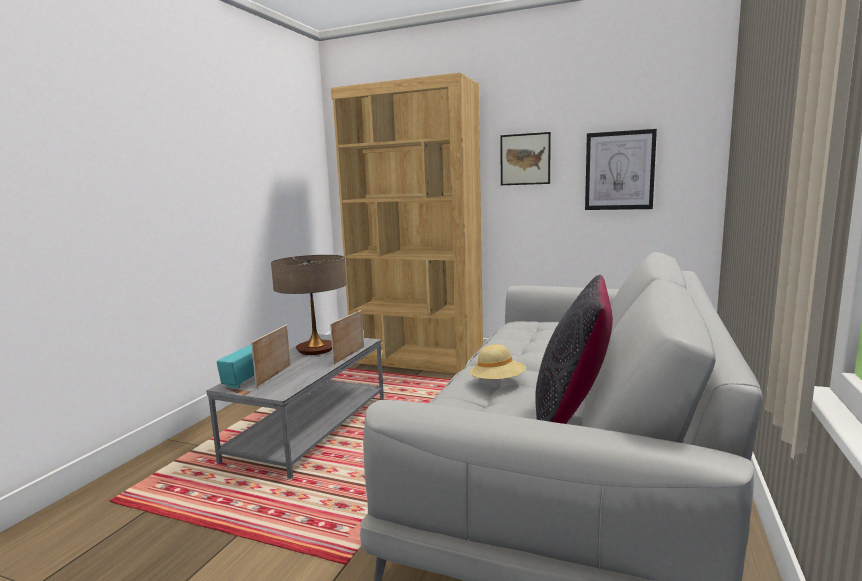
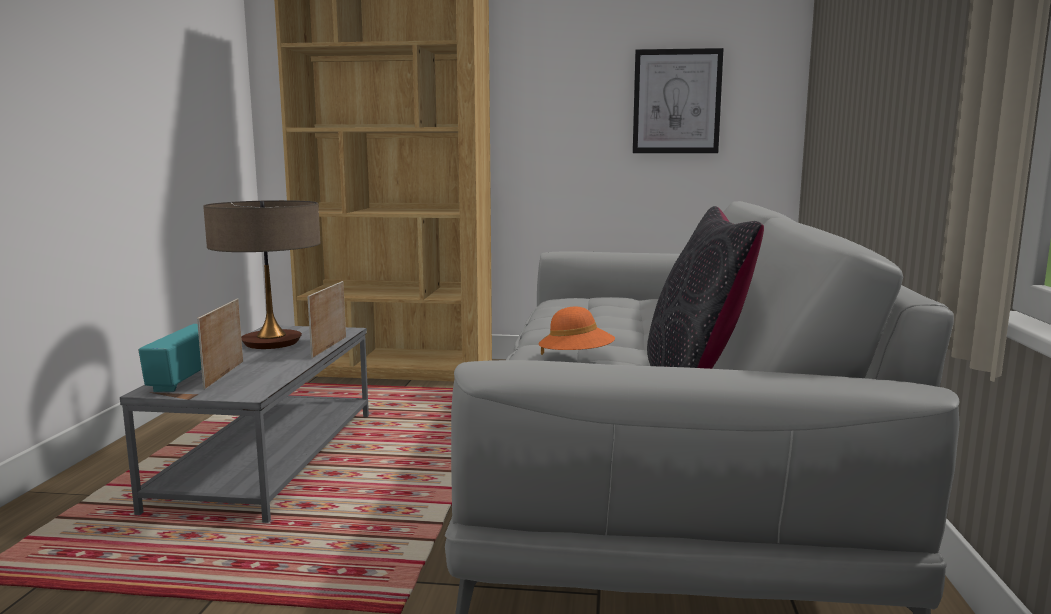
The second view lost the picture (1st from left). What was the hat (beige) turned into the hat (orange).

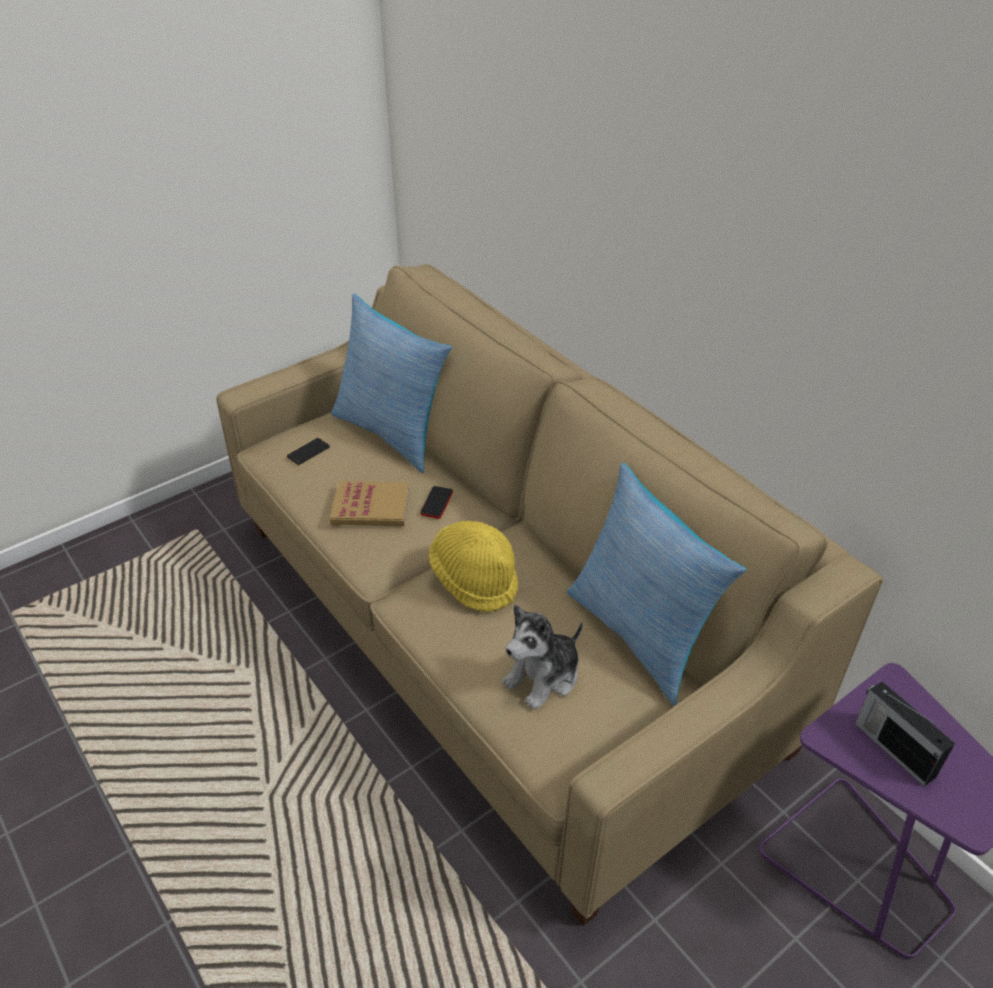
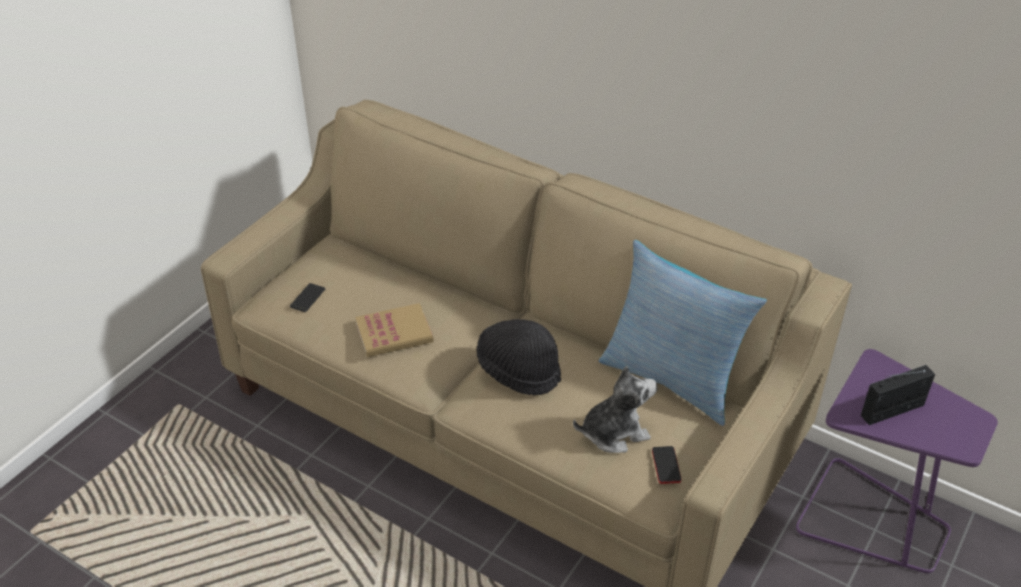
The second view lost the pillow (1st from left). The phone (2nd from left) ended up elsewhere. What was the hat (yellow) turned into the hat (black). The plush toy ended up facing another way, 135 degrees counterclockwise from before. The radio ended up facing another way, 120 degrees clockwise from before.

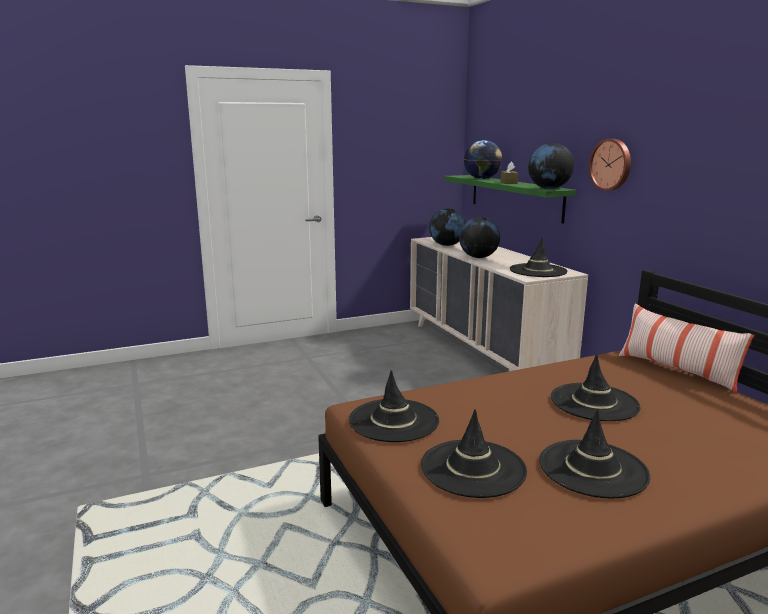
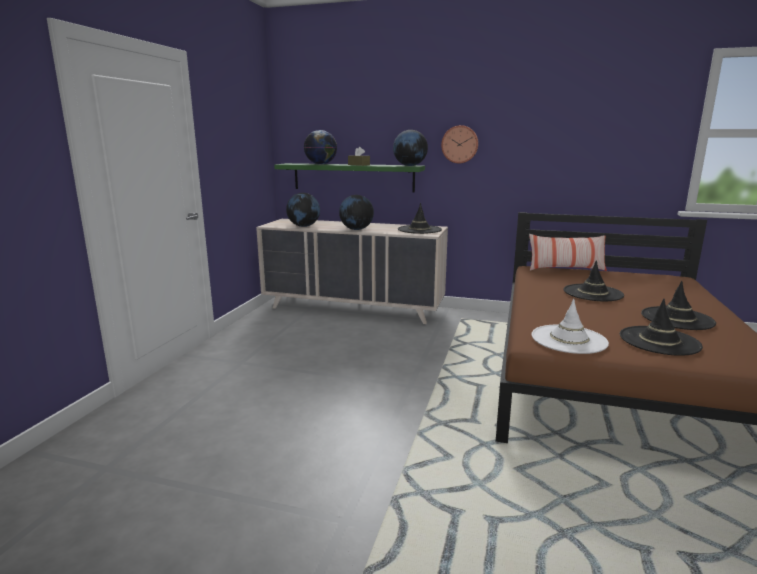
What was the hat (black) (1st from left) turned into the hat (white).

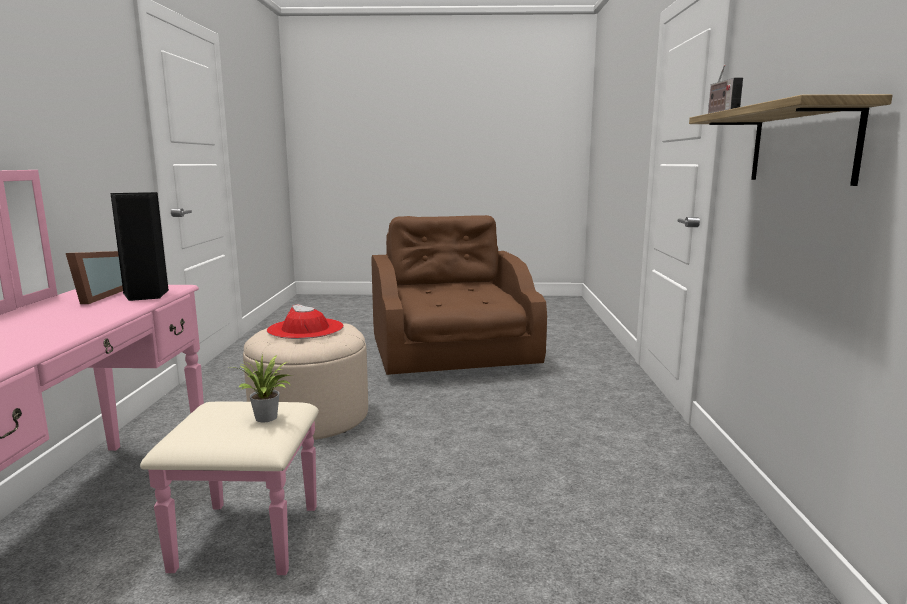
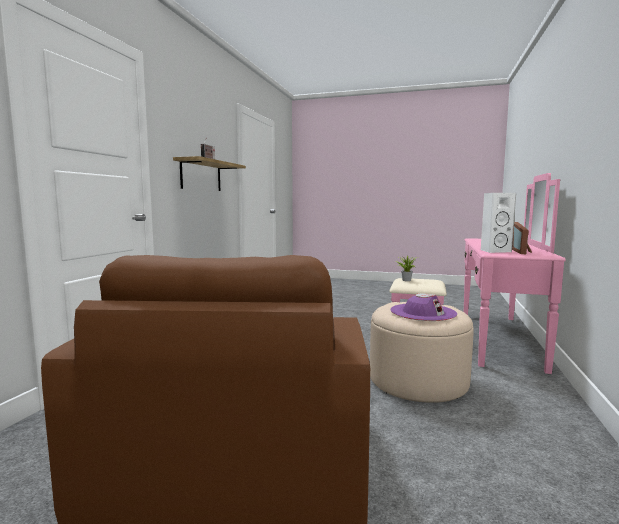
What was the speaker (black) turned into the speaker (white). What was the hat (red) turned into the hat (purple).

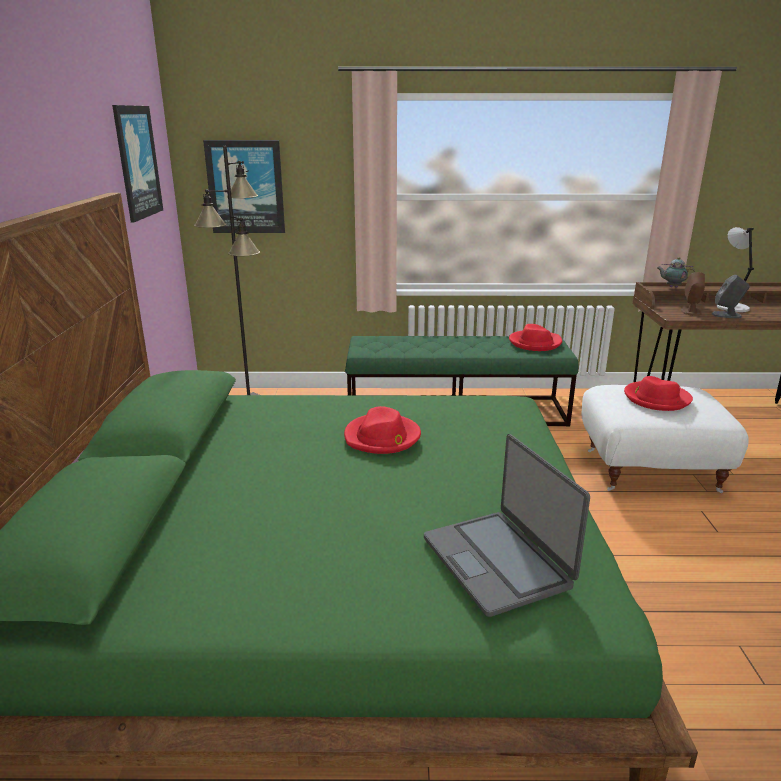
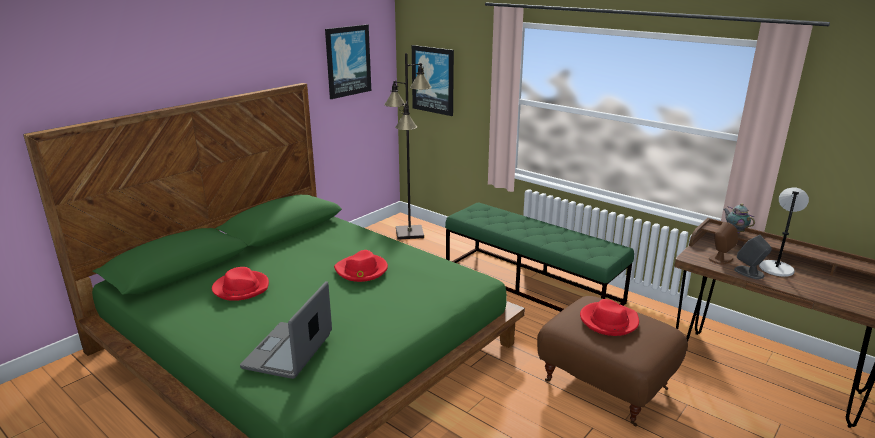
The hat (red) (2nd from left in the first image) ended up elsewhere. What was the ottoman (white) turned into the ottoman (brown).

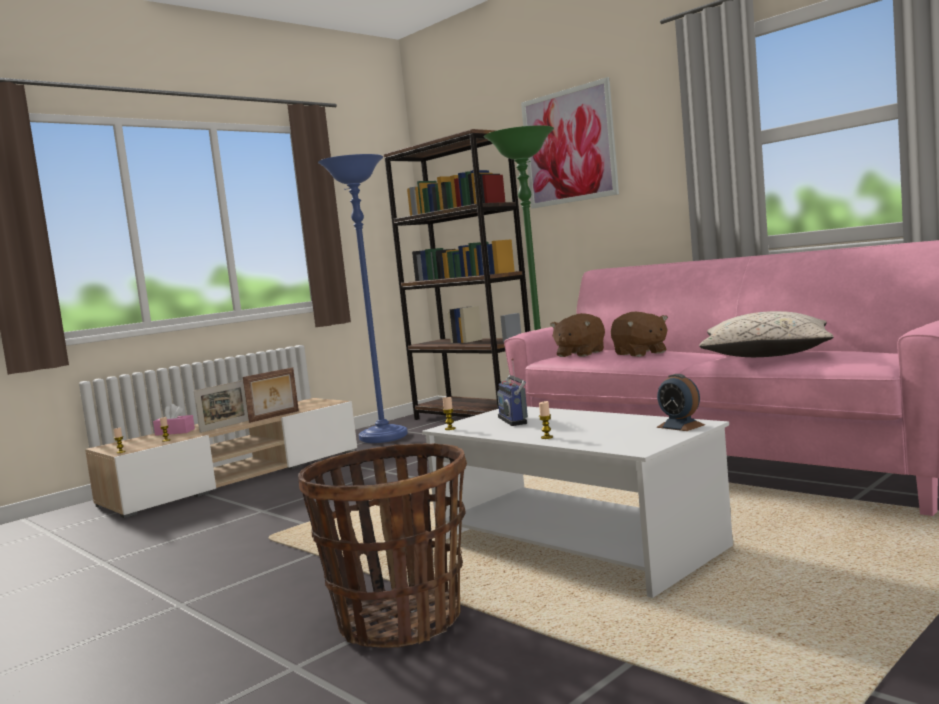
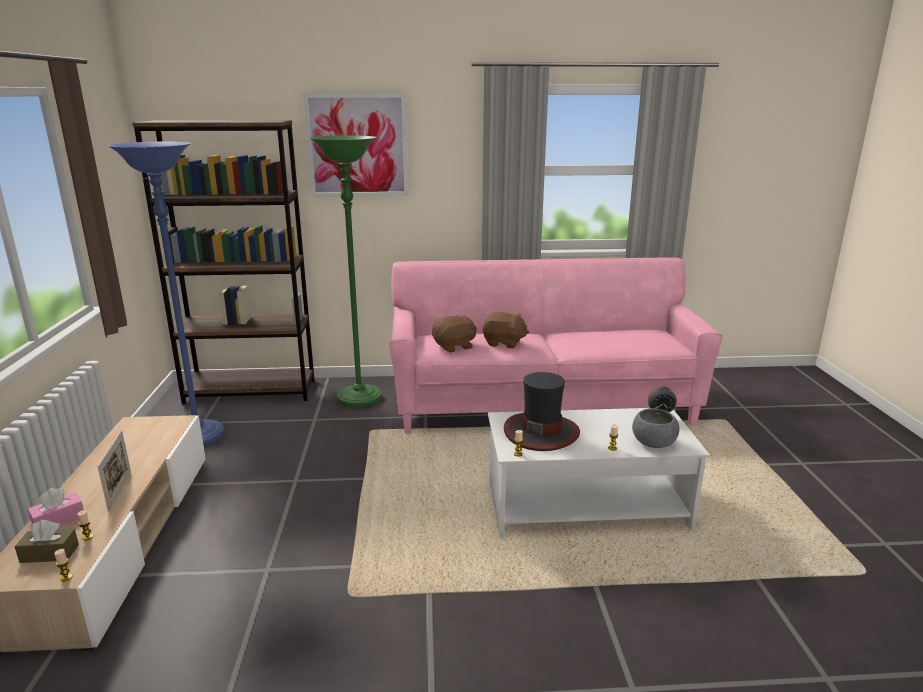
The second view lost the picture frame (2nd from left). The second view lost the basket. The second view lost the pillow (beige). The second view gained the tissue box (brown). The second view gained the bowl (grey). Where the radio stood, the hat came to stand. The plush toy (brown) (1st from left) ended up facing another way, 105 degrees counterclockwise from before.

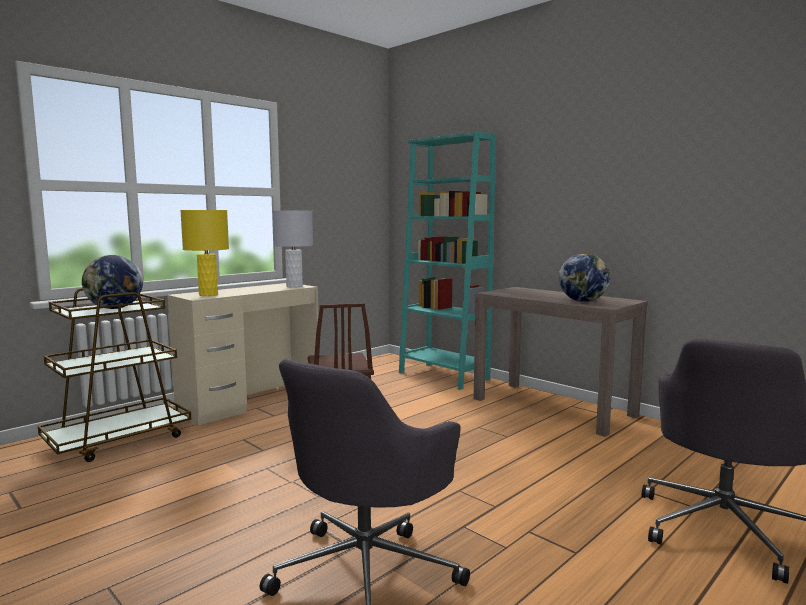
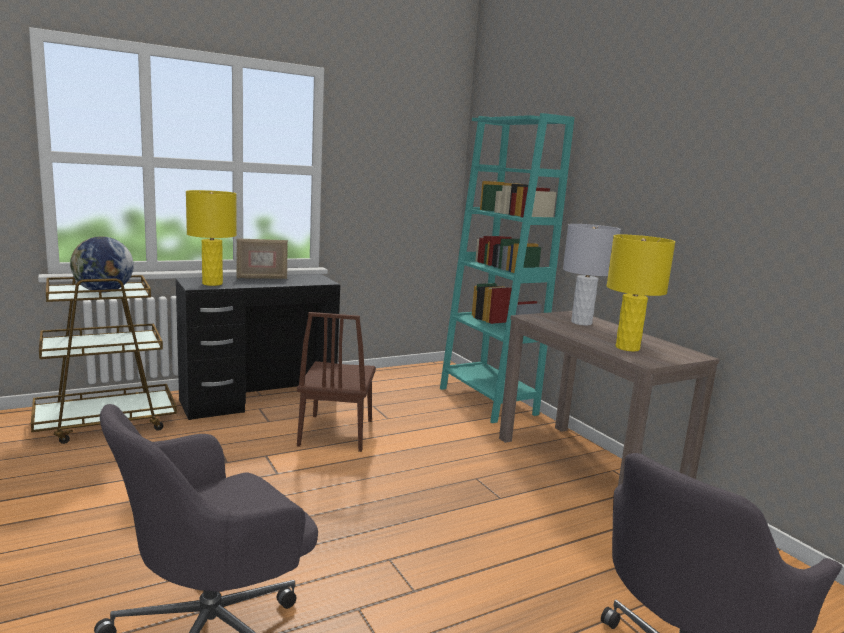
The second view gained the picture frame. The table lamp (grey) ended up elsewhere. Where the globe (2nd from left) stood, the table lamp (yellow) (2nd from left) came to stand. What was the desk (beige) turned into the desk (black).

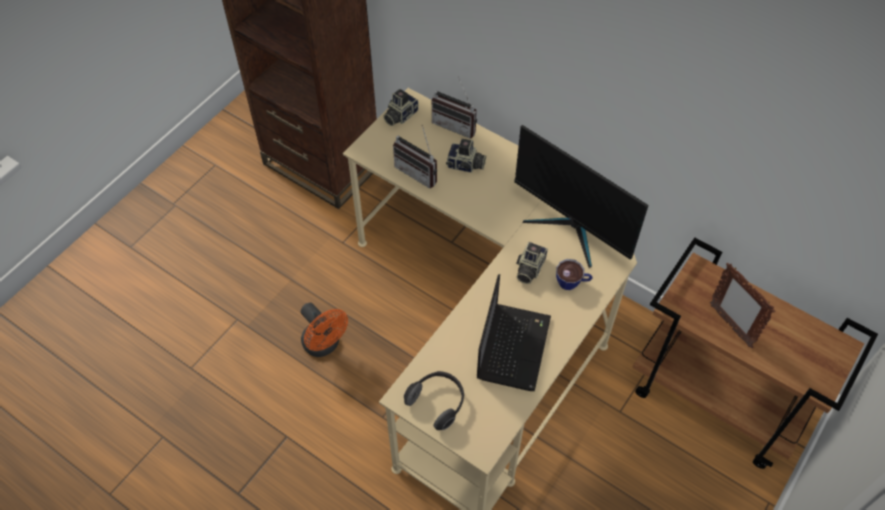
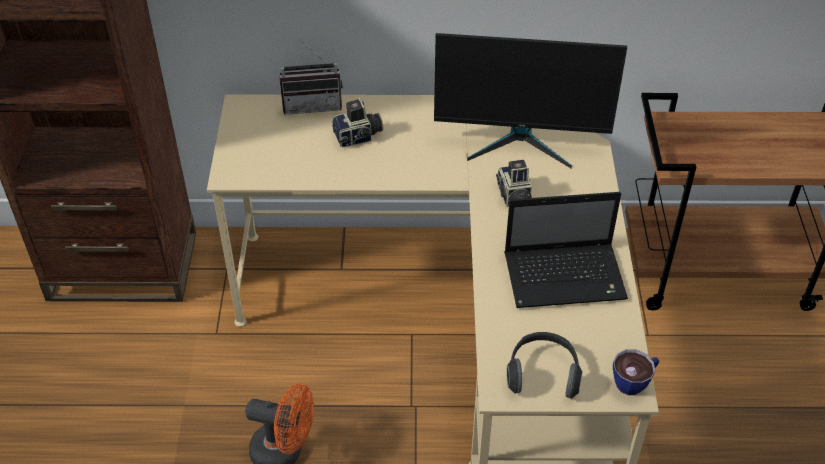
The second view lost the photo camera (1st from left). The second view lost the radio (1st from left). The second view lost the picture frame. The cup ended up elsewhere. The laptop ended up facing another way, 105 degrees clockwise from before.

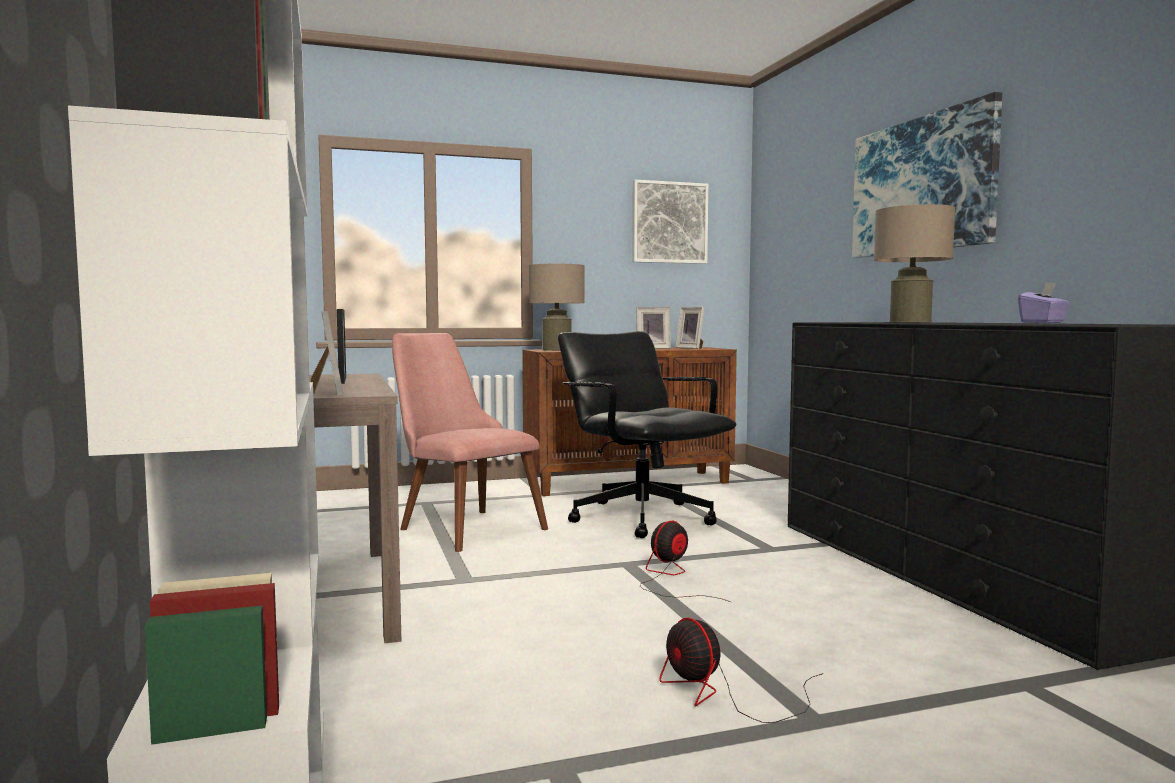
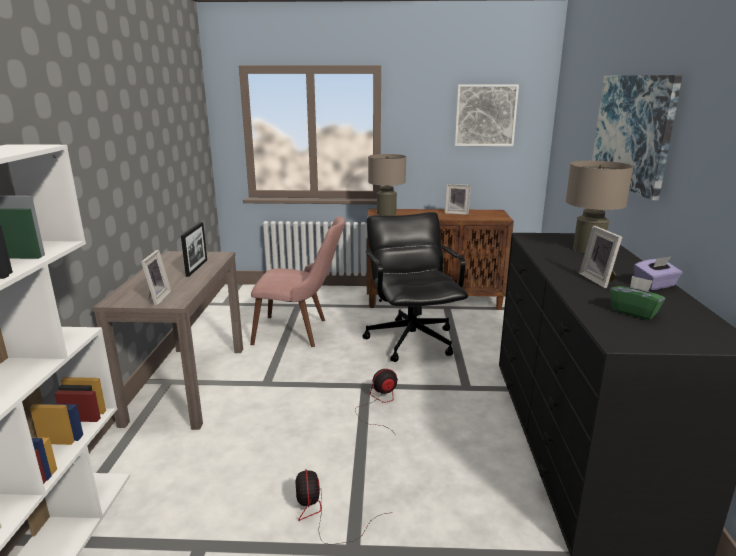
The second view gained the tissue box (green). The picture frame (4th from left) ended up elsewhere. The chair (pink) ended up facing another way, 120 degrees clockwise from before.

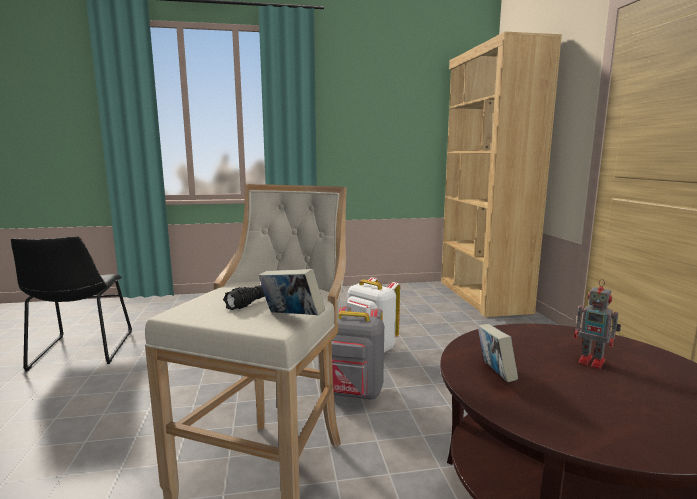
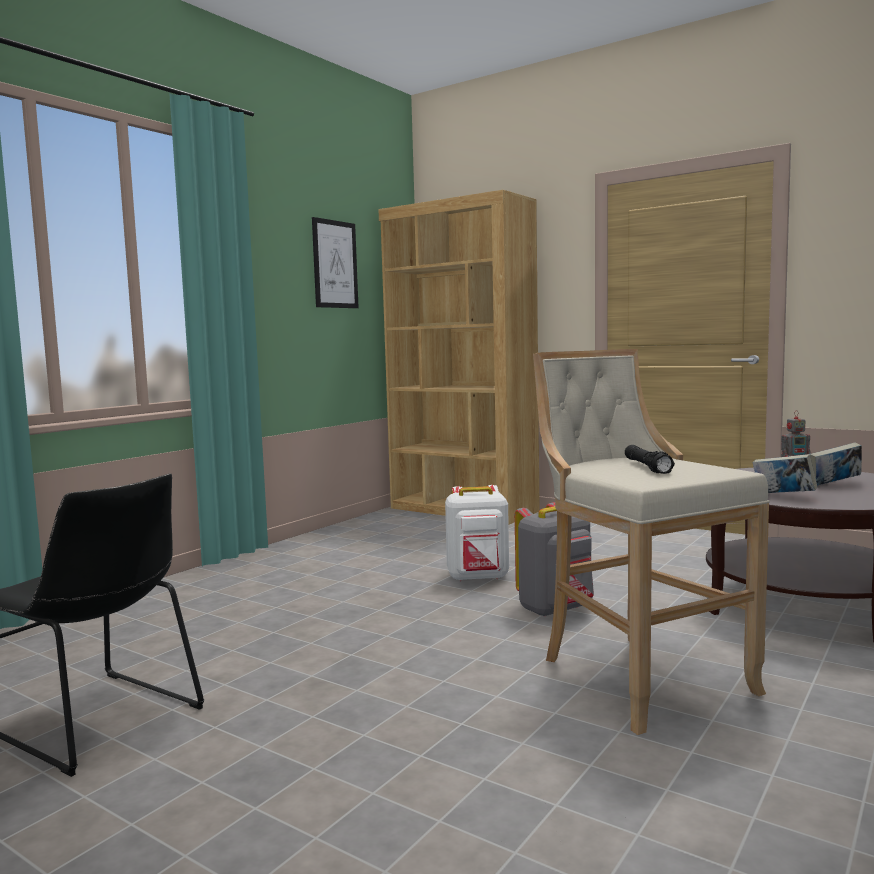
The second view gained the picture. The book (1st from left in the first image) ended up elsewhere.

